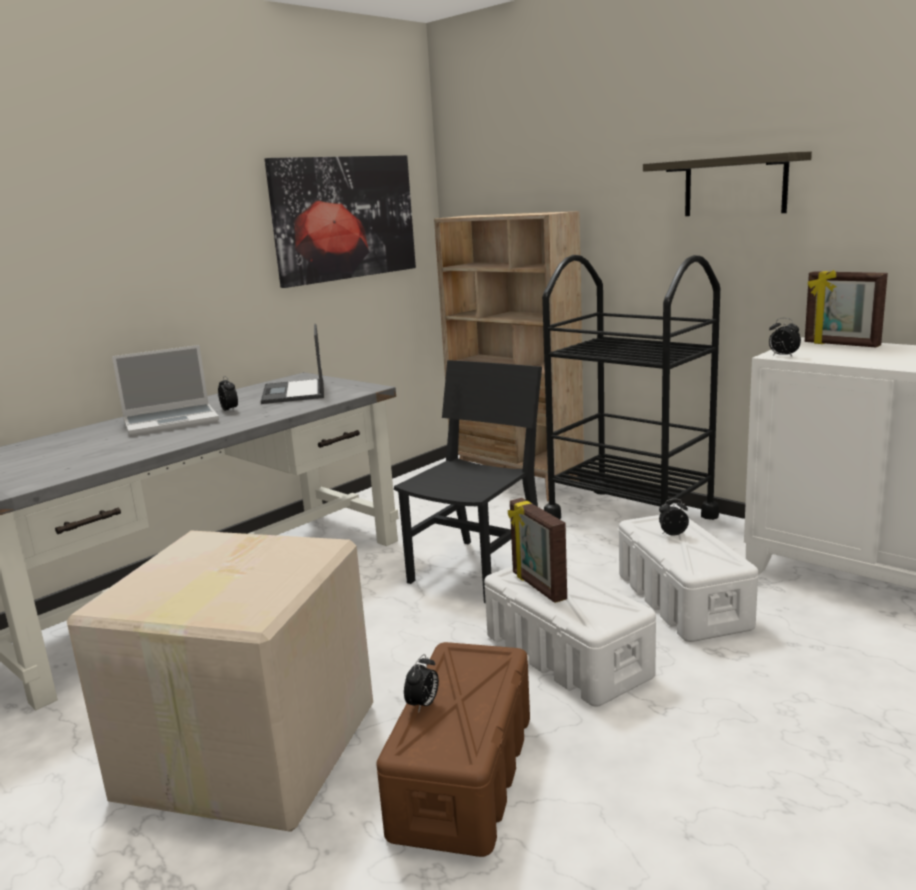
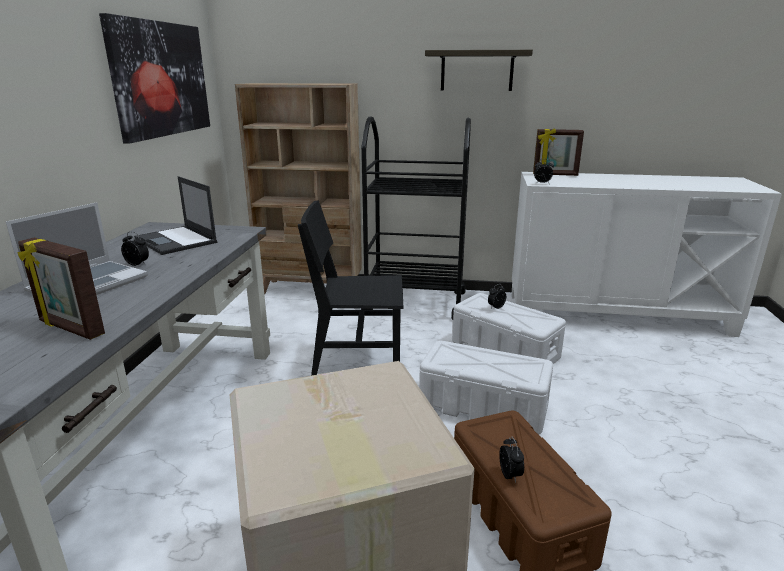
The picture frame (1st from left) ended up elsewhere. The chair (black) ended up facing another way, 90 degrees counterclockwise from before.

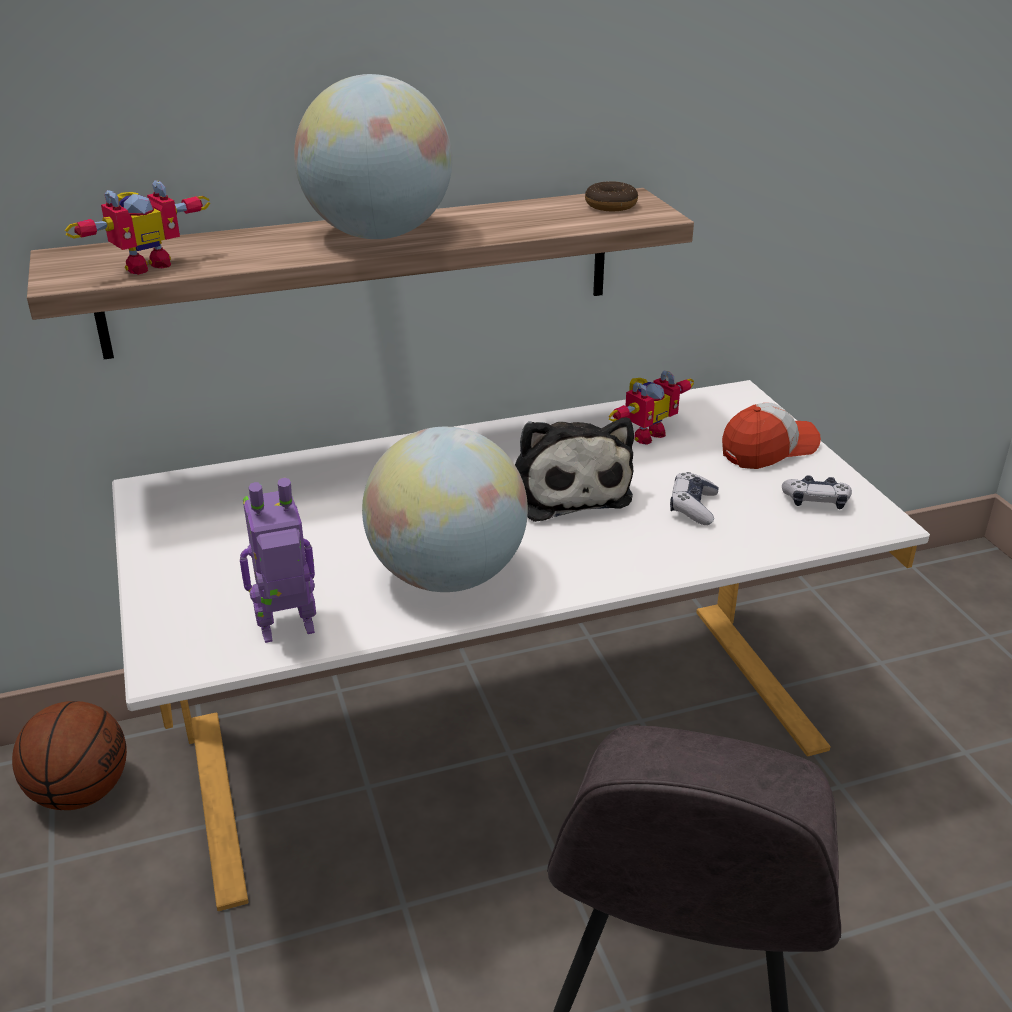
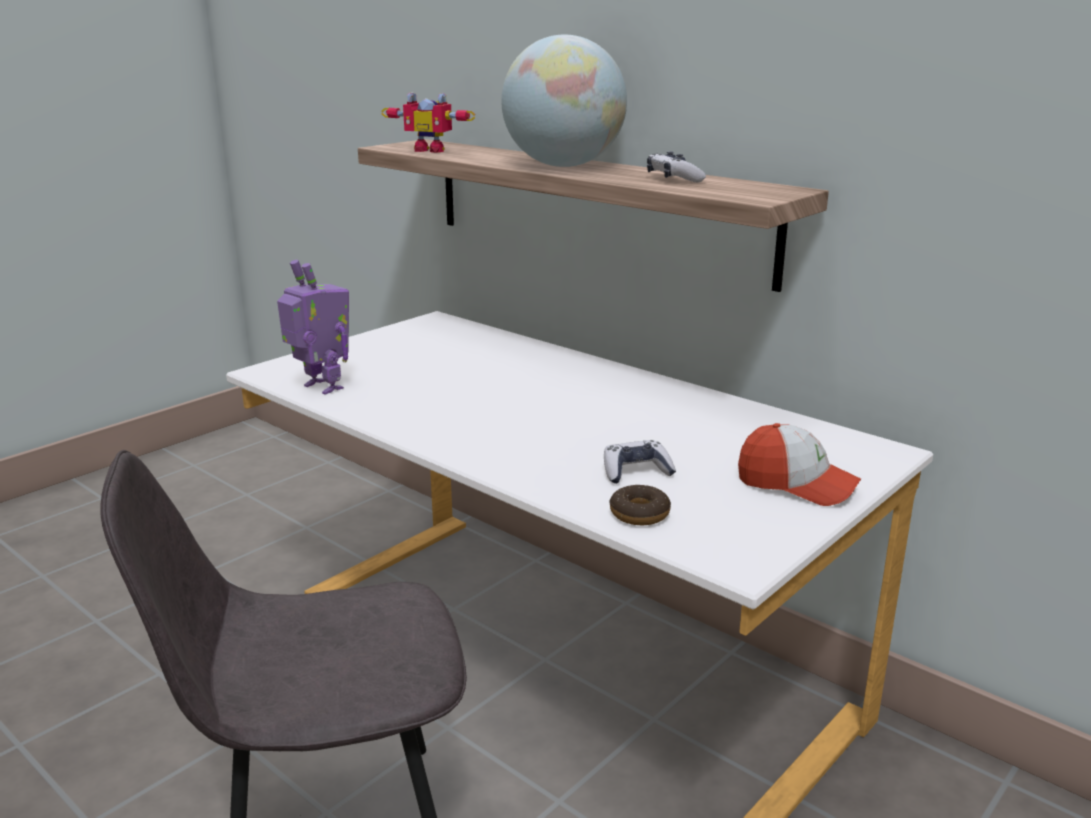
The second view lost the basketball. The second view lost the globe (2nd from left). The second view lost the plush toy. The second view lost the toy robot (3rd from left). The donut ended up elsewhere. The game controller (2nd from left) ended up elsewhere.

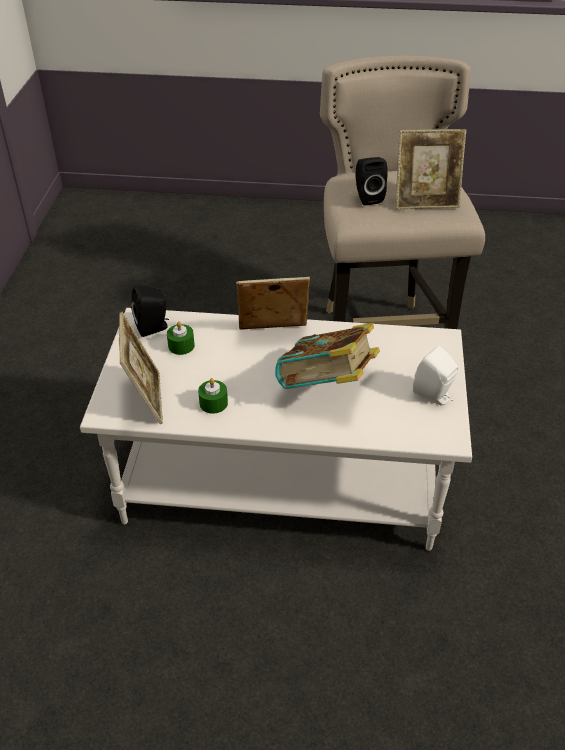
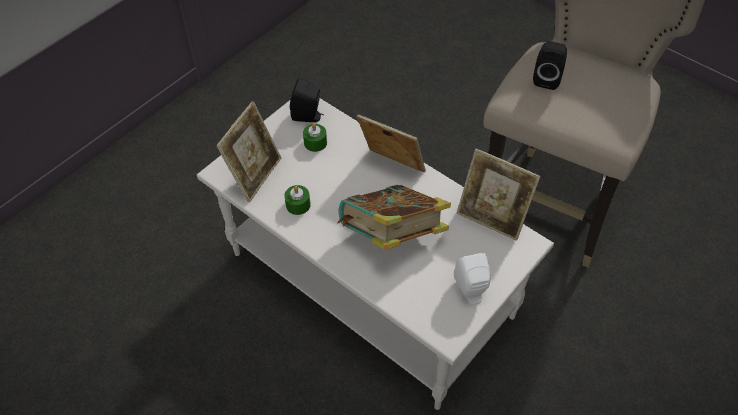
The picture frame (3rd from left) ended up elsewhere.

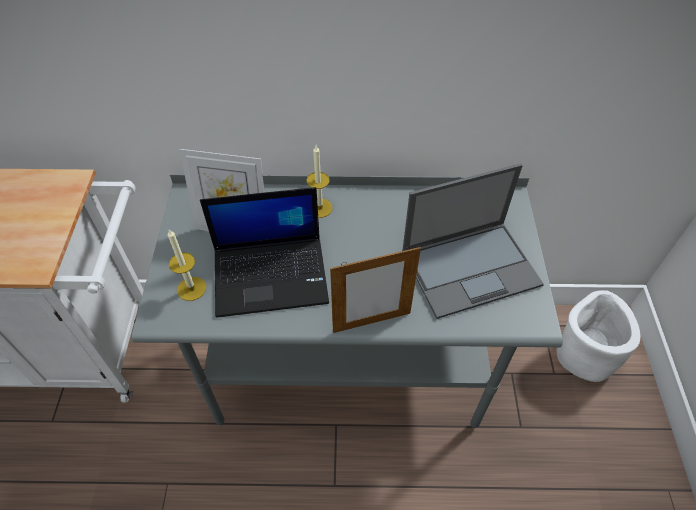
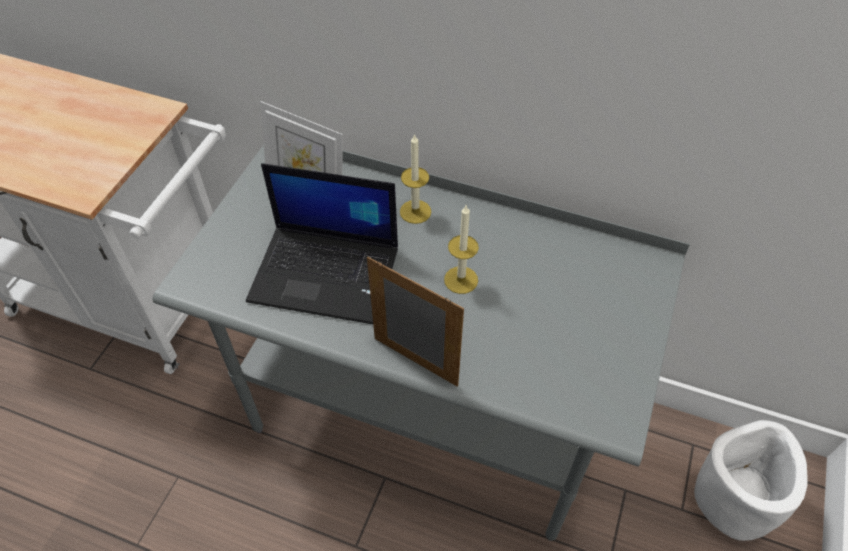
The second view lost the laptop (2nd from left). The candle (1st from left in the first image) ended up elsewhere. The picture frame (2nd from left) ended up facing another way, 150 degrees counterclockwise from before.

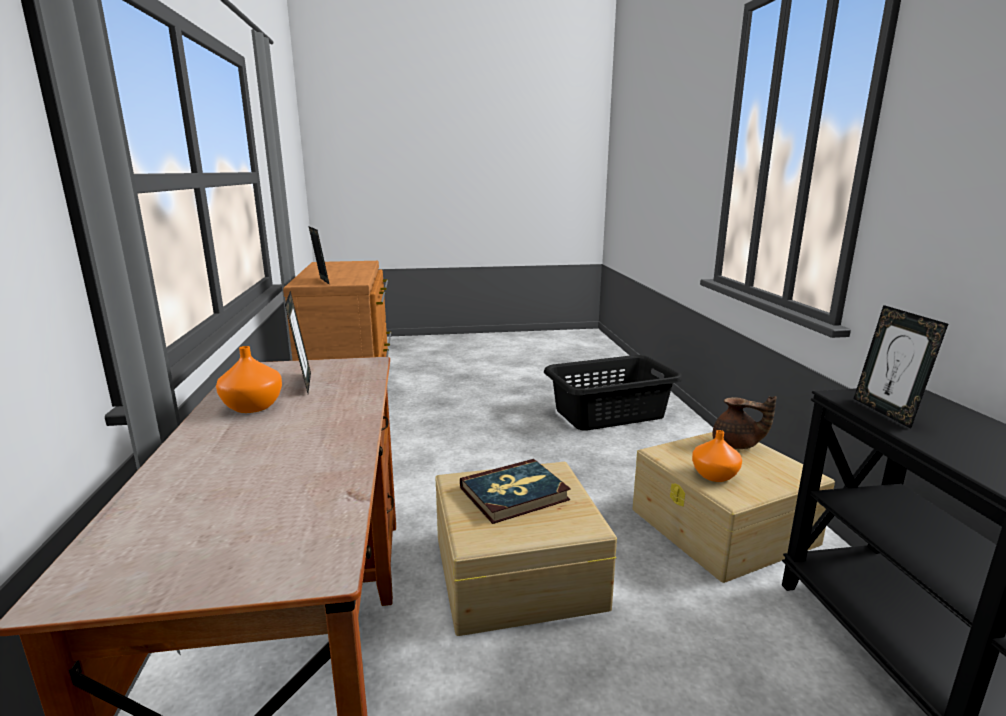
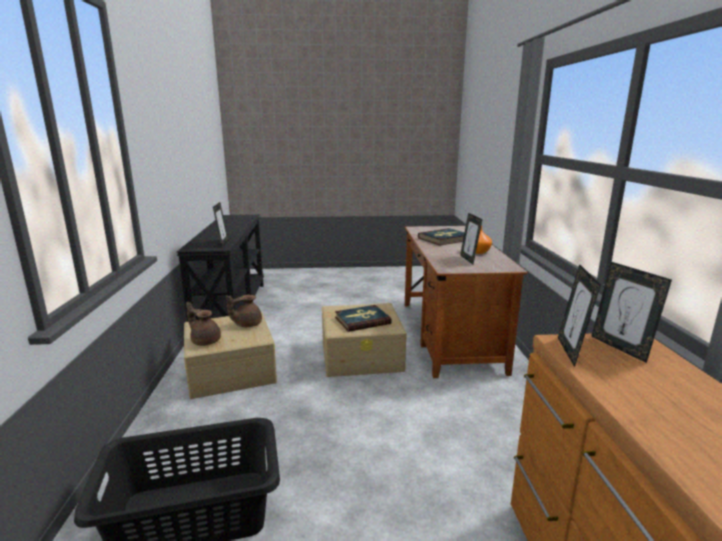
The second view gained the book (2nd from left). The second view gained the picture frame (3rd from left). Where the vase (orange) (2nd from left) stood, the teapot (brown) (2nd from left) came to stand.

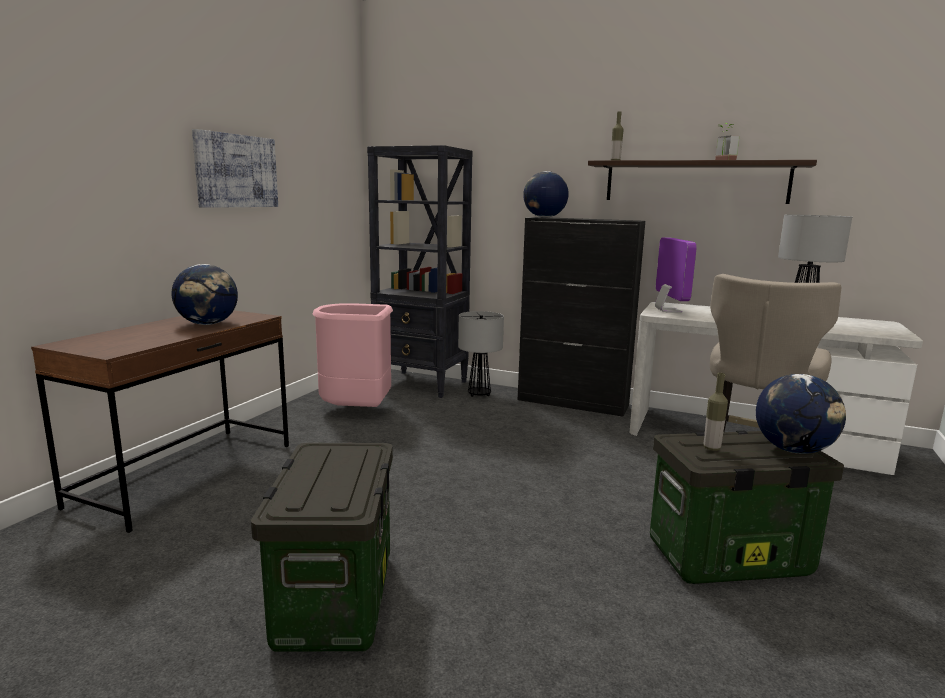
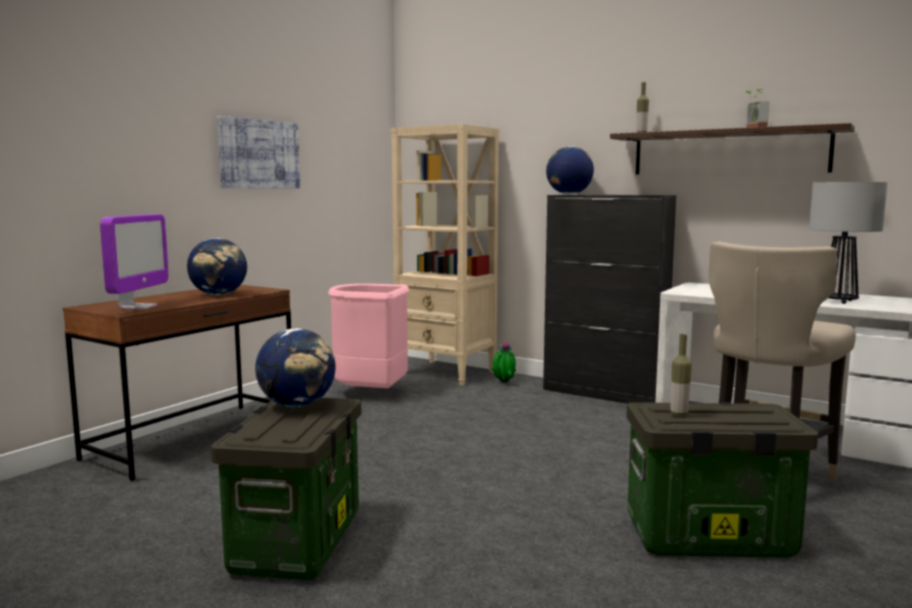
The monitor ended up elsewhere. The globe (3rd from left in the first image) ended up elsewhere. Where the table lamp (1st from left) stood, the potted plant (1st from left) came to stand. What was the bookcase (black) turned into the bookcase (beige).

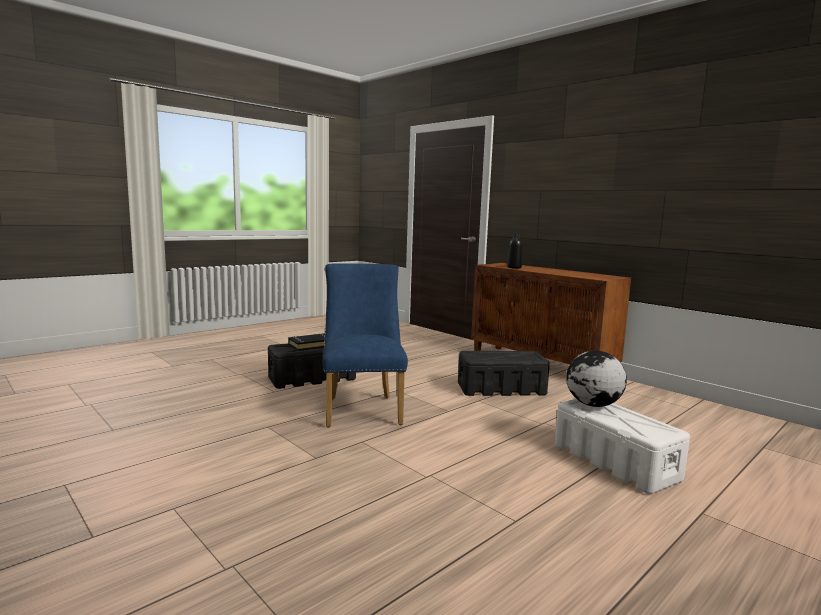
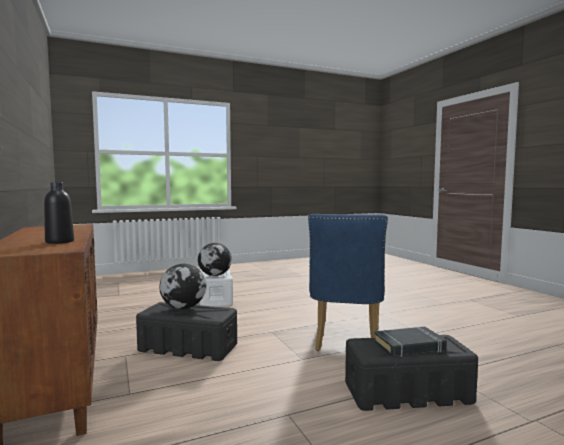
The second view gained the globe (1st from left).

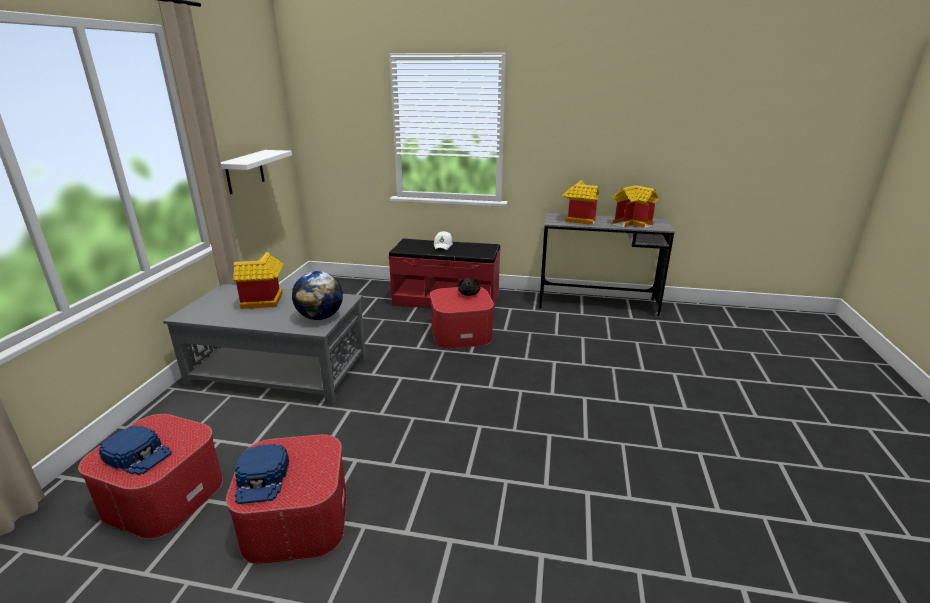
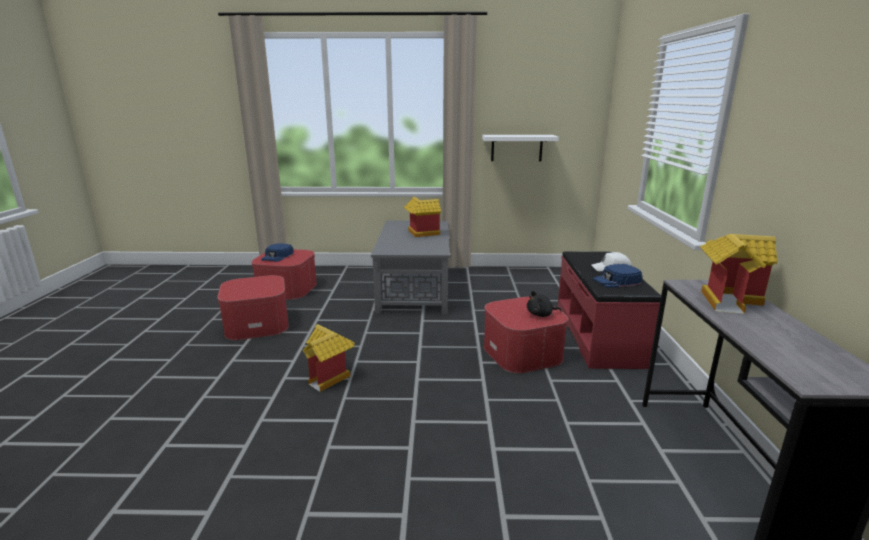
The second view lost the globe. The cap (blue) (2nd from left) ended up elsewhere. The toy house (3rd from left in the first image) ended up elsewhere.

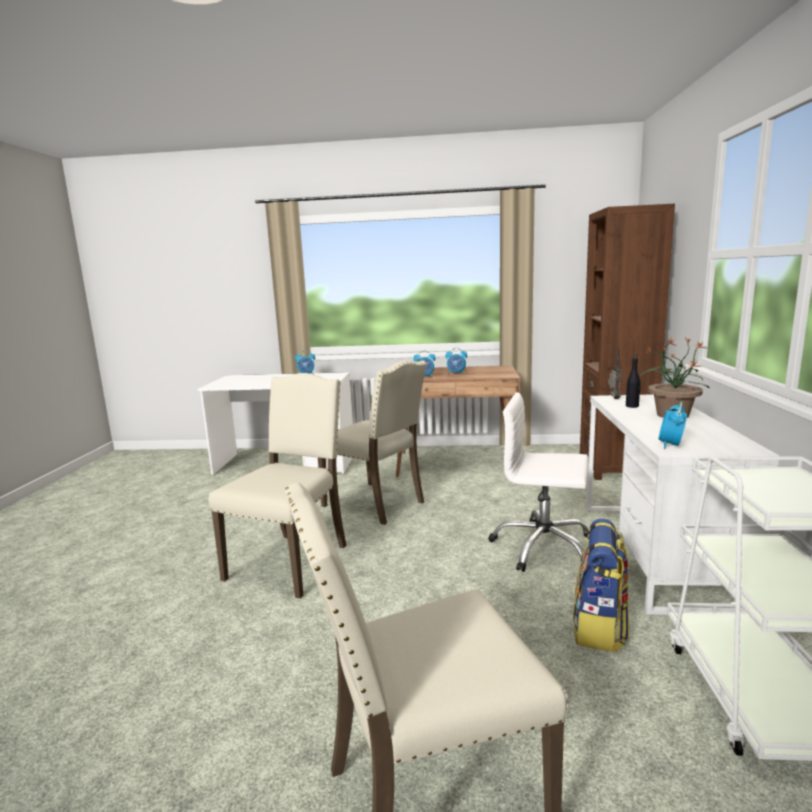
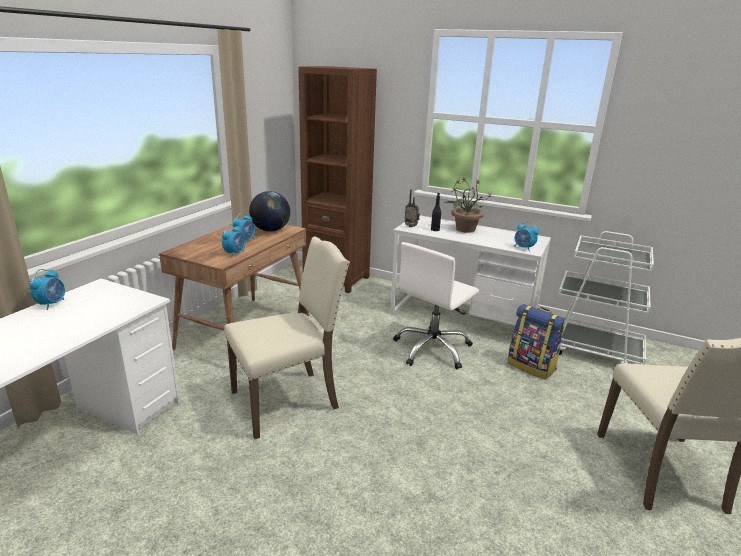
The second view lost the chair (beige) (1st from left). The second view gained the globe.

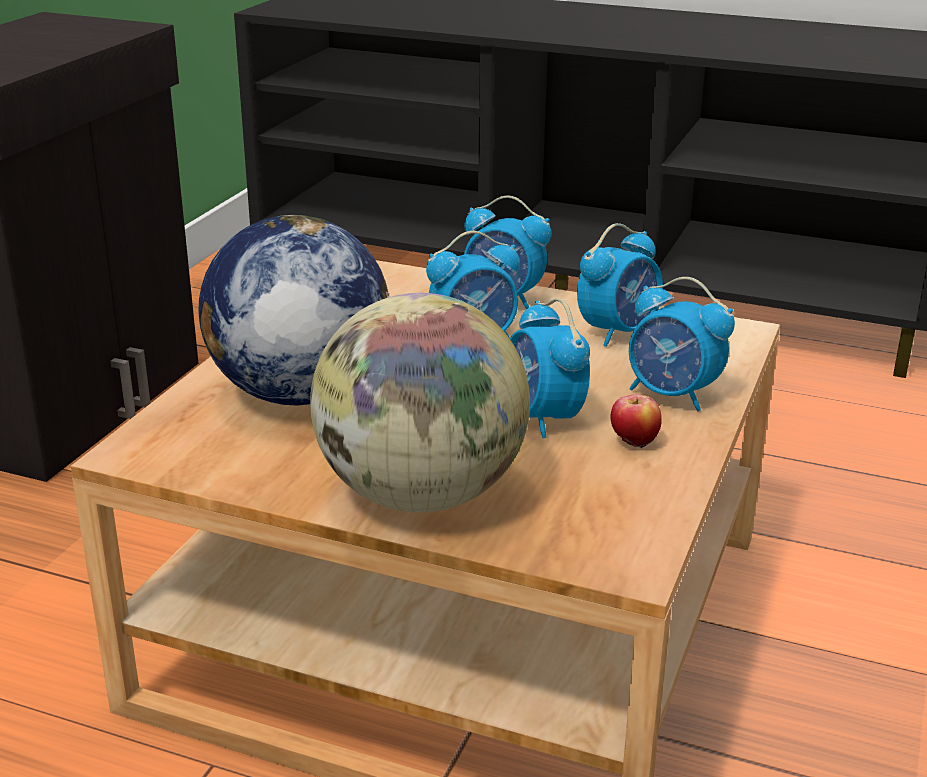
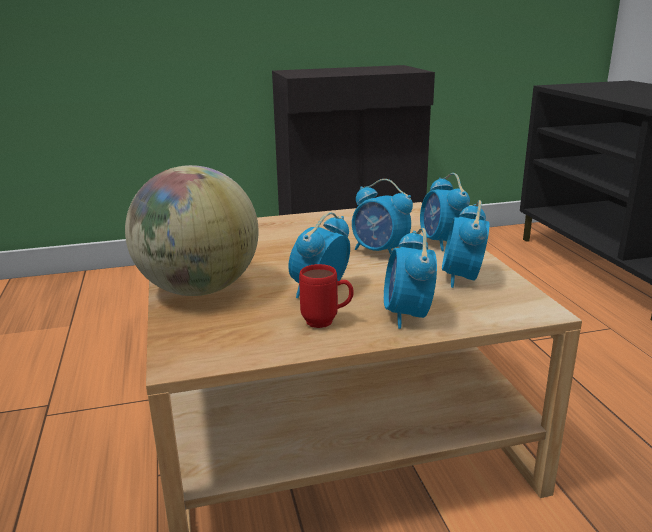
The second view lost the globe (1st from left). Where the apple stood, the mug (red) came to stand. The alarm clock (4th from left in the first image) ended up facing another way, 90 degrees clockwise from before.

